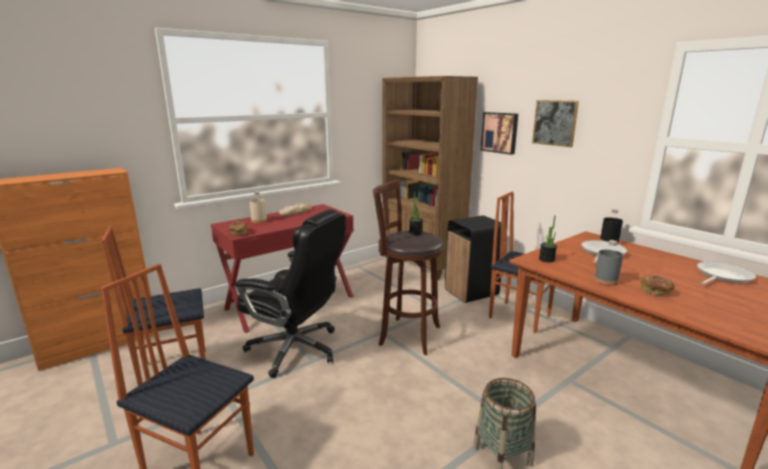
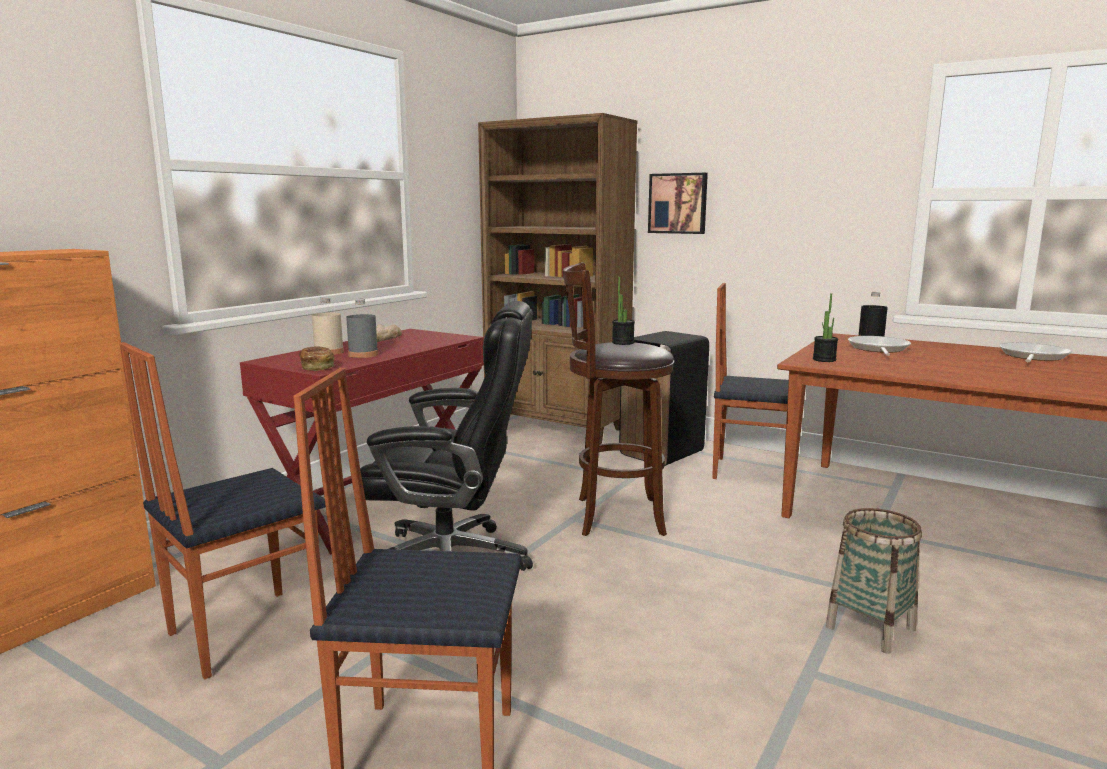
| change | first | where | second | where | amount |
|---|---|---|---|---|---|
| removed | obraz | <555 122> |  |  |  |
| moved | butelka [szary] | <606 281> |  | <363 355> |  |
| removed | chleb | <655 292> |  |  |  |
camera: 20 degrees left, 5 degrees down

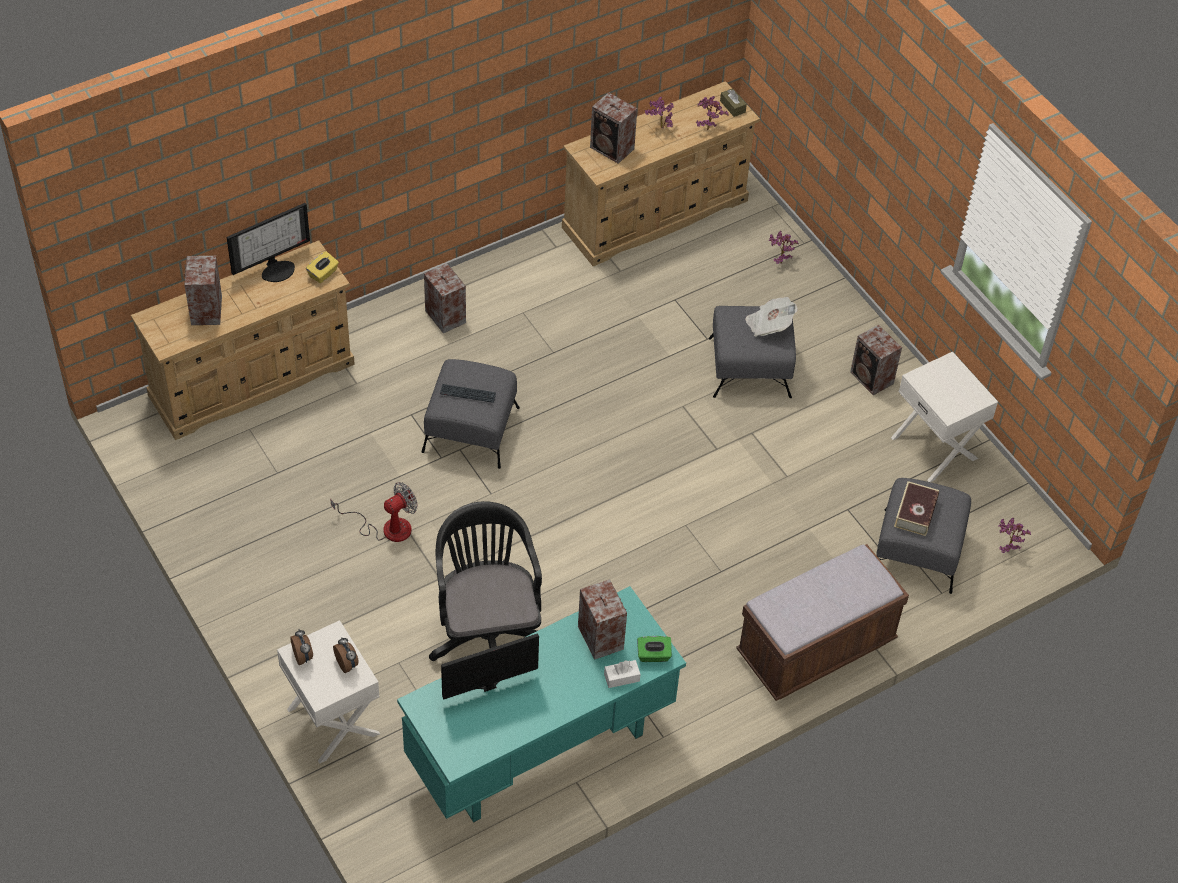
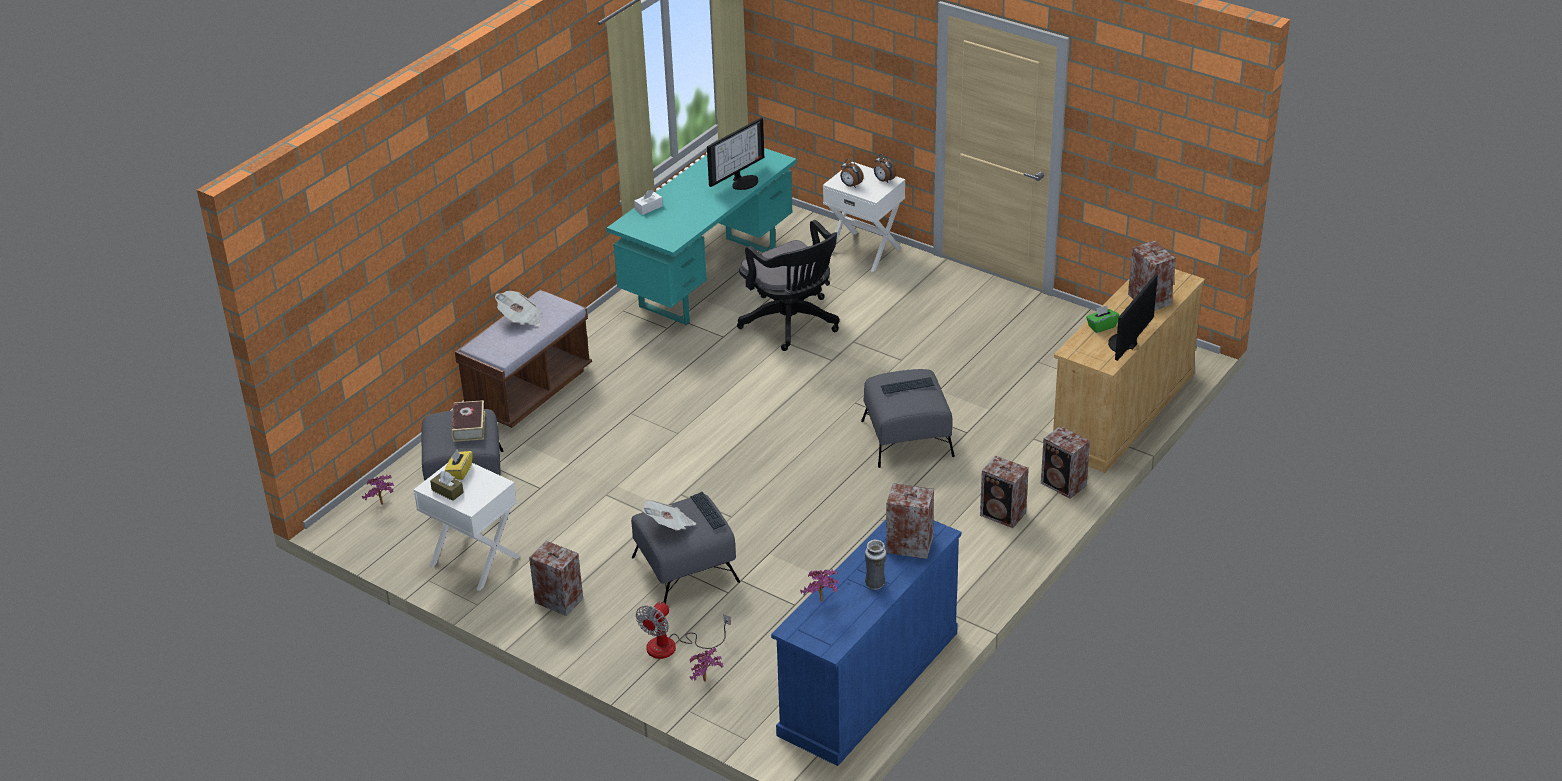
| change | first | where | second | where | amount |
|---|---|---|---|---|---|
| moved | pudełko chusteczek [żółty] | <323 274> |  | <460 471> |  |
| moved | wentylator | <386 528> |  | <672 646> |  |
| recoloured | komoda [beżowy] | <656 213> | komoda [niebieski] | <868 684> |  |
| moved | głośnik | <600 636> |  | <1064 485> |  |
| moved | pudełko chusteczek [zielony] | <653 655> |  | <1101 326> |  |
| replaced | roślina doniczkowa | <659 127> | wazon | <875 584> |  |
| moved | pudełko chusteczek [brązowy] | <732 106> |  | <447 491> |  |
| added |  |  | gazeta | <520 319> |  |
| added |  |  | klawiatura | <707 511> |  |
camera: 160 degrees right, 15 degrees down

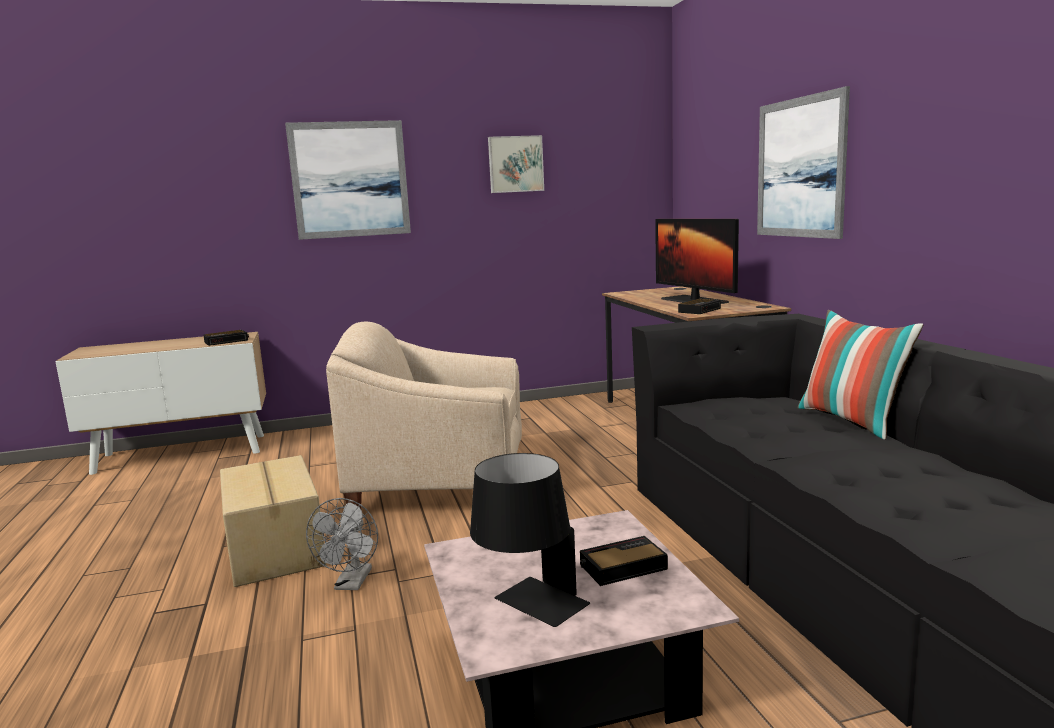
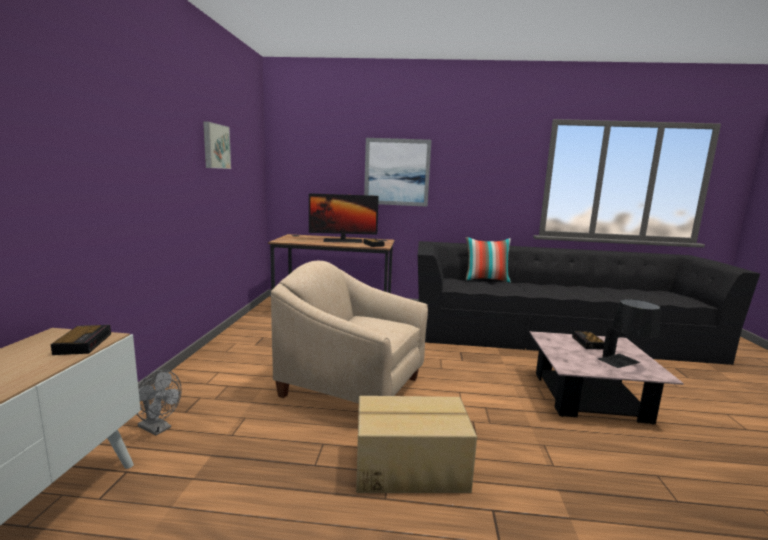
| change | first | where | second | where | amount |
|---|---|---|---|---|---|
| removed | obraz | <350 180> |  |  |  |
| moved | wentylator [szary] | <351 583> |  | <158 429> |  |
| turned | fotel [beżowy] | <439 485> |  | <352 386> | 90 degrees clockwise |
camera: 70 degrees left, 0 degrees up

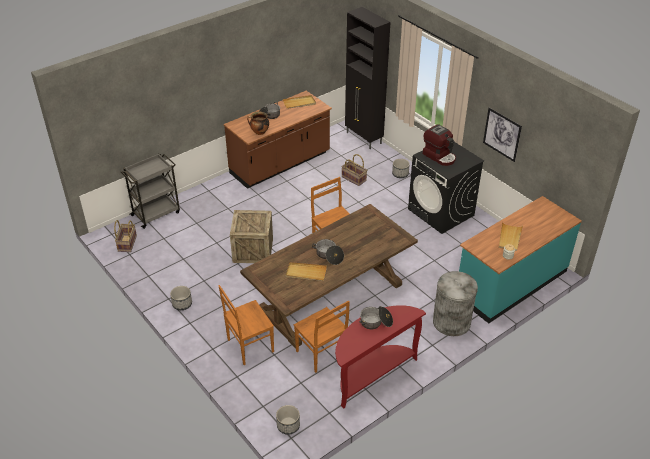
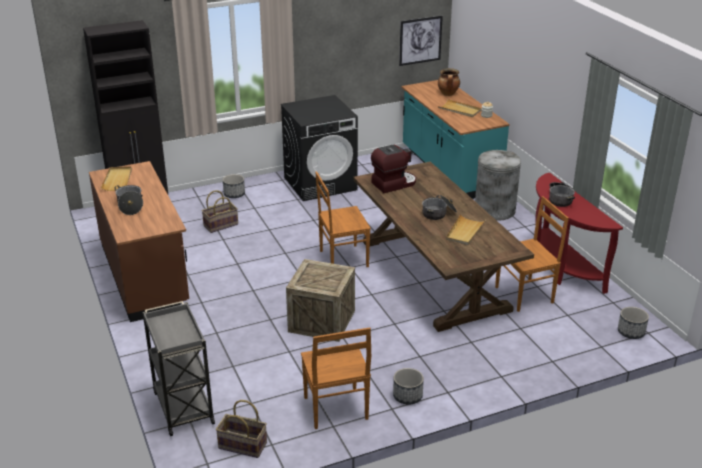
| change | first | where | second | where | amount |
|---|---|---|---|---|---|
| moved | krzesło [brązowy] | <249 346> |  | <336 409> |  |
| moved | garnek | <259 132> |  | <448 94> |  |
| moved | ekspres do kawy | <439 156> |  | <393 184> |  |
| moved | obraz | <502 134> |  | <420 40> |  |
camera: 75 degrees left, 10 degrees down

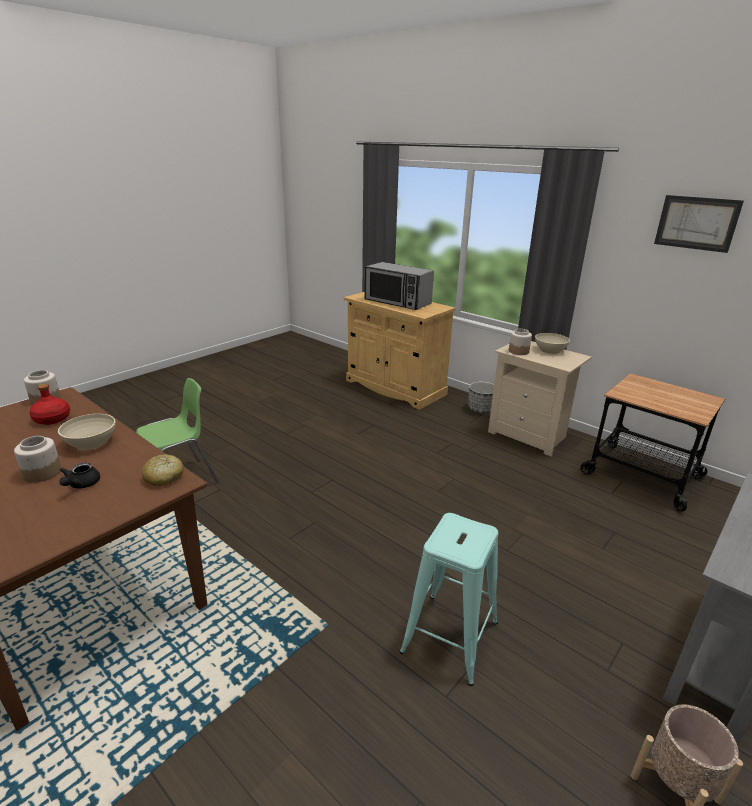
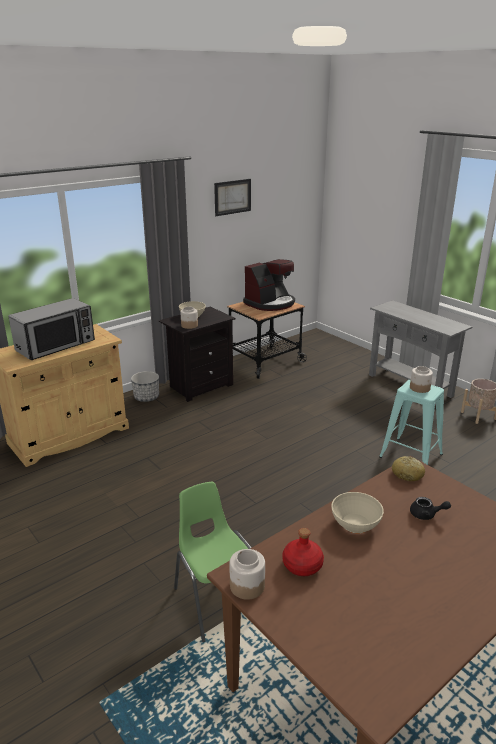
| change | first | where | second | where | amount |
|---|---|---|---|---|---|
| moved | słoik | <42 473> |  | <420 388> |  |
| recoloured | szafka nocna [beżowy] | <529 435> | szafka nocna [czarny] | <200 386> |  |
| added |  |  | ekspres do kawy | <270 303> |  |
camera: 80 degrees left, 0 degrees up

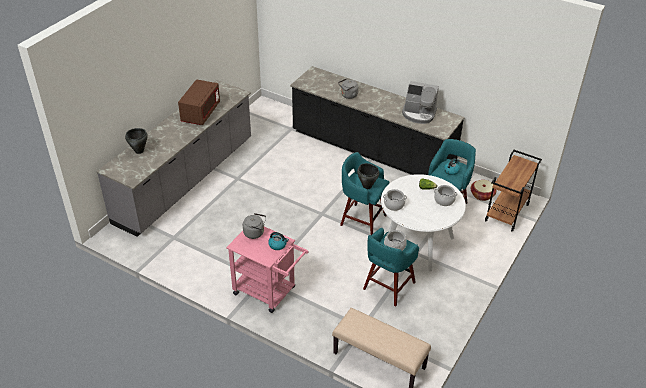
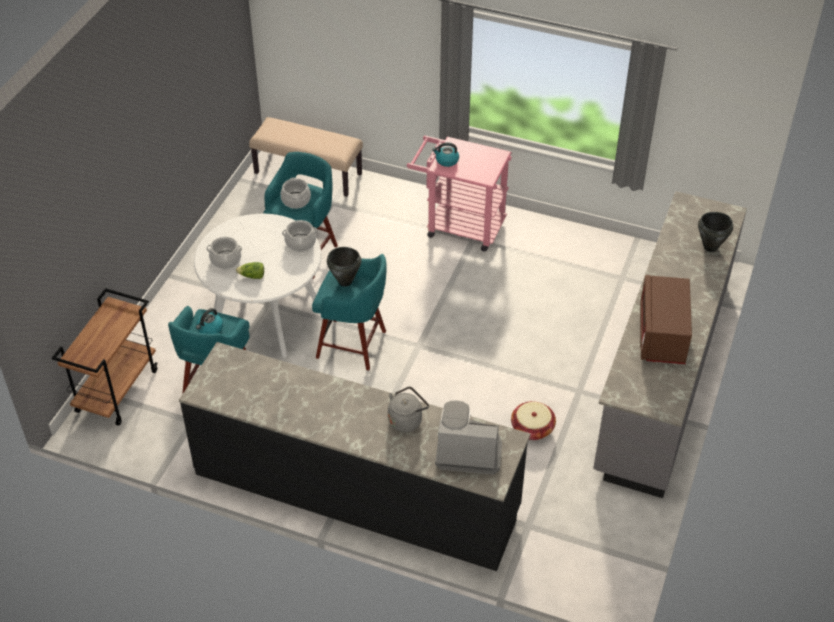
| change | first | where | second | where | amount |
|---|---|---|---|---|---|
| removed | czajnik [szary] | <255 233> |  |  |  |
| moved | ekspres do kawy | <419 114> |  | <468 451> |  |
| moved | koszyk | <482 195> |  | <532 428> |  |
camera: 170 degrees right, 5 degrees up

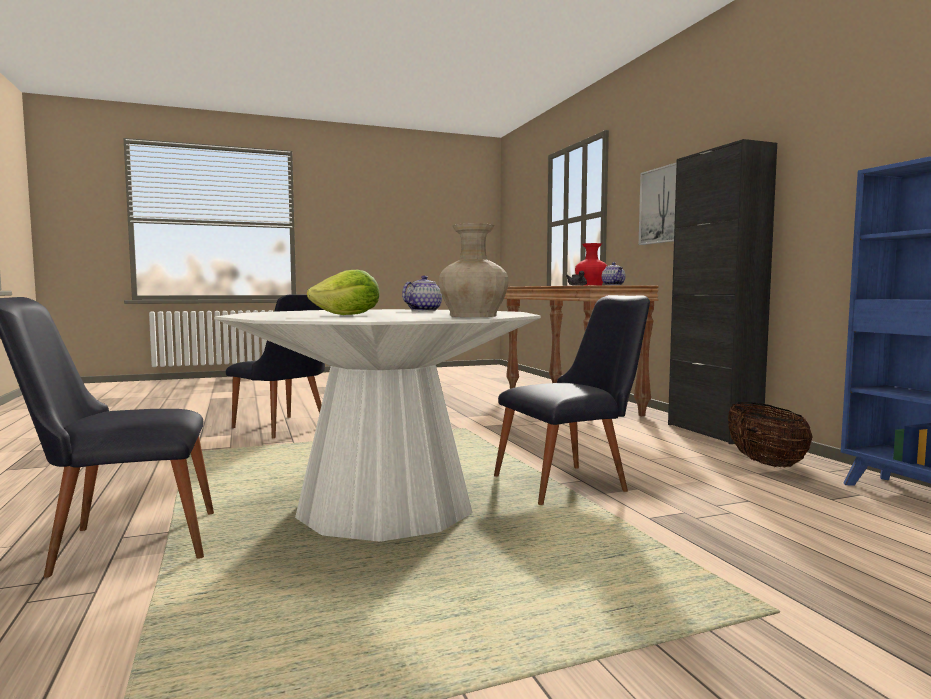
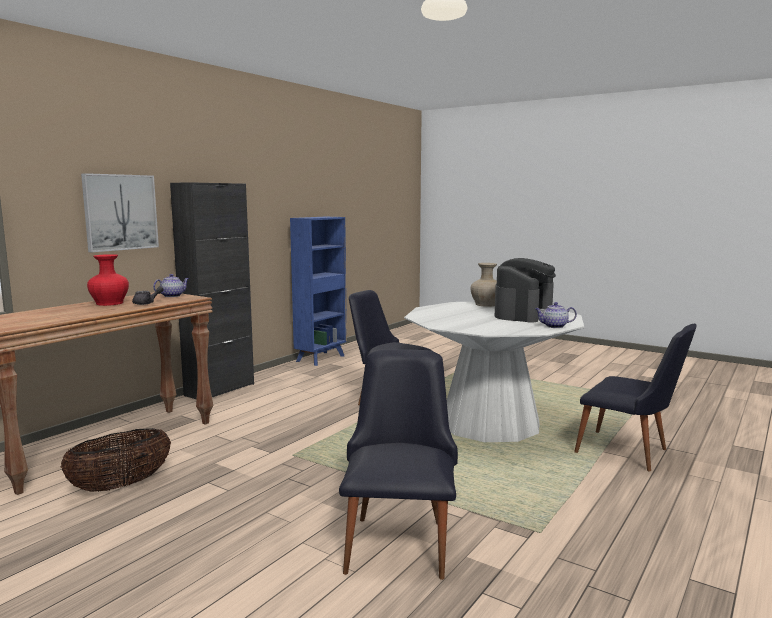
| change | first | where | second | where | amount |
|---|---|---|---|---|---|
| replaced | sałata | <348 315> | ekspres do kawy | <524 314> |  |
| moved | imbryk | <424 311> |  | <554 326> |  |
| moved | koszyk | <764 463> |  | <121 485> |  |
camera: 125 degrees left, 5 degrees up

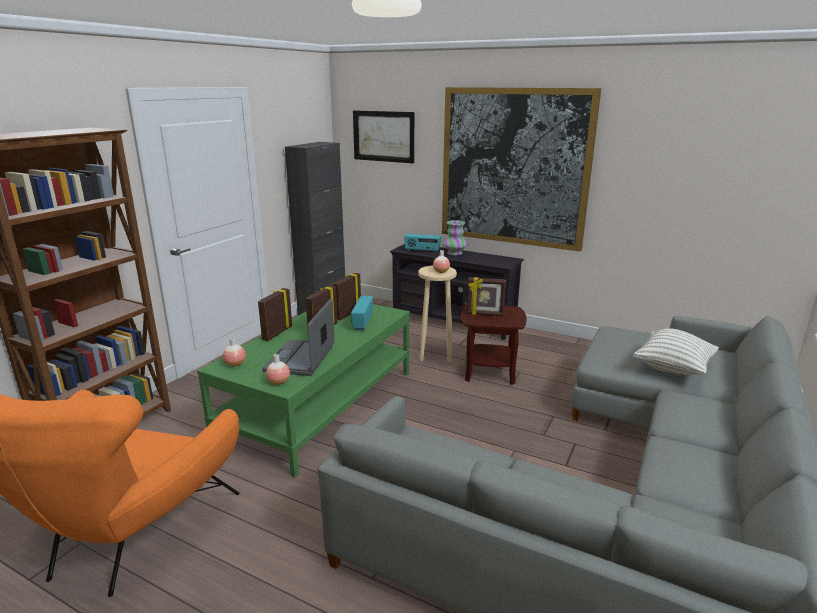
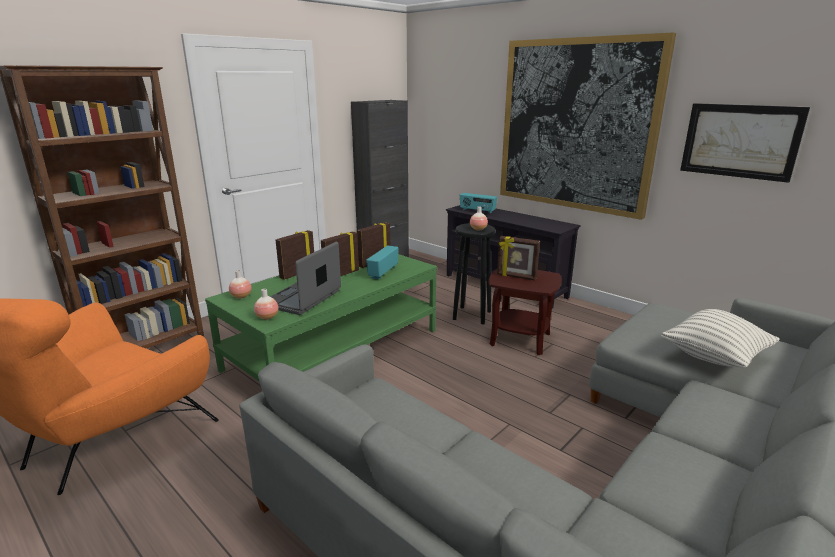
| change | first | where | second | where | amount |
|---|---|---|---|---|---|
| moved | obraz | <383 136> |  | <740 141> |  |
| recoloured | stołek [beżowy] | <436 354> | stołek [czarny] | <471 315> |  |
| removed | wazon | <455 253> |  |  |  |
camera: 15 degrees right, 0 degrees up

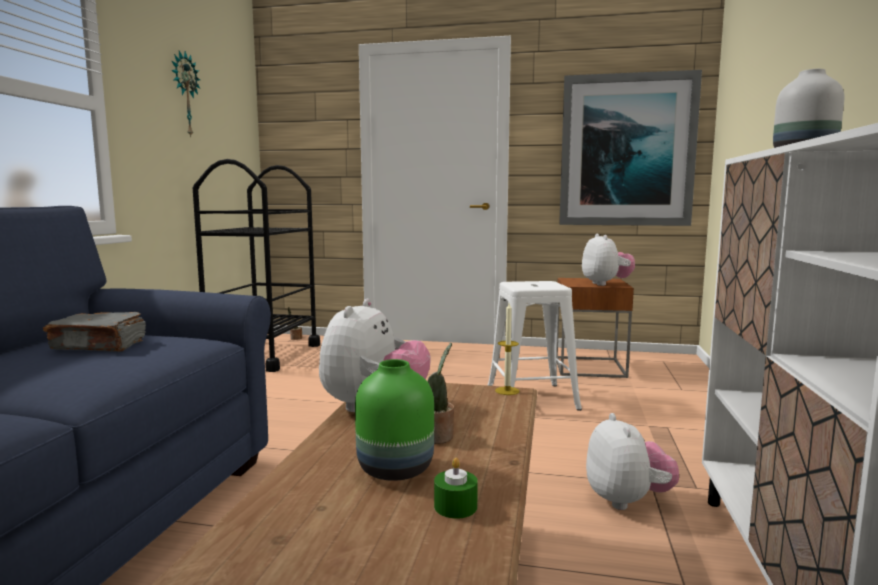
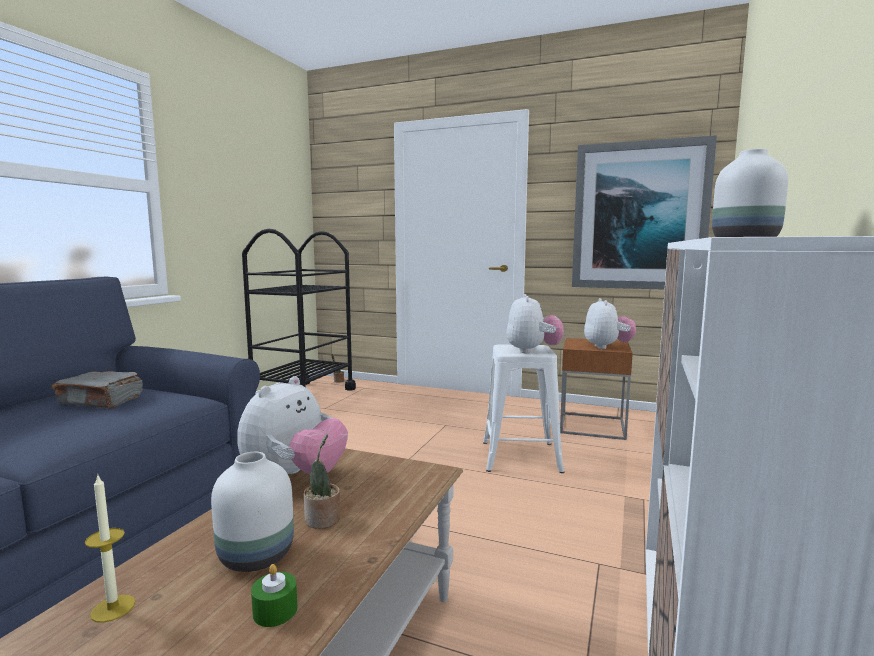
| change | first | where | second | where | amount |
|---|---|---|---|---|---|
| removed | zegar ścienny | <184 94> |  |  |  |
| recoloured | wazon [zielony] | <394 470> | wazon [biały] | <254 557> |  |
| moved | świeca | <507 391> |  | <113 608> |  |
| moved | pluszak | <627 500> |  | <532 351> |  |
camera: 10 degrees right, 0 degrees up

